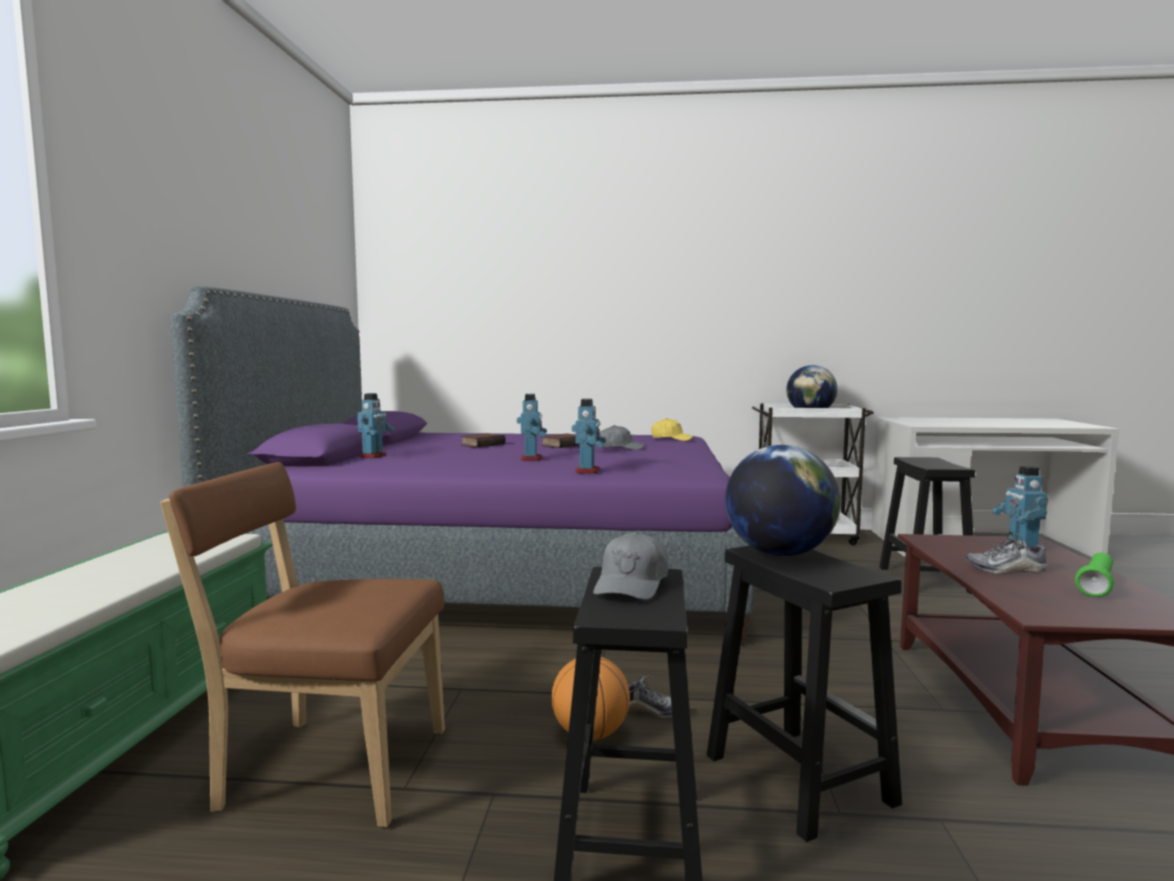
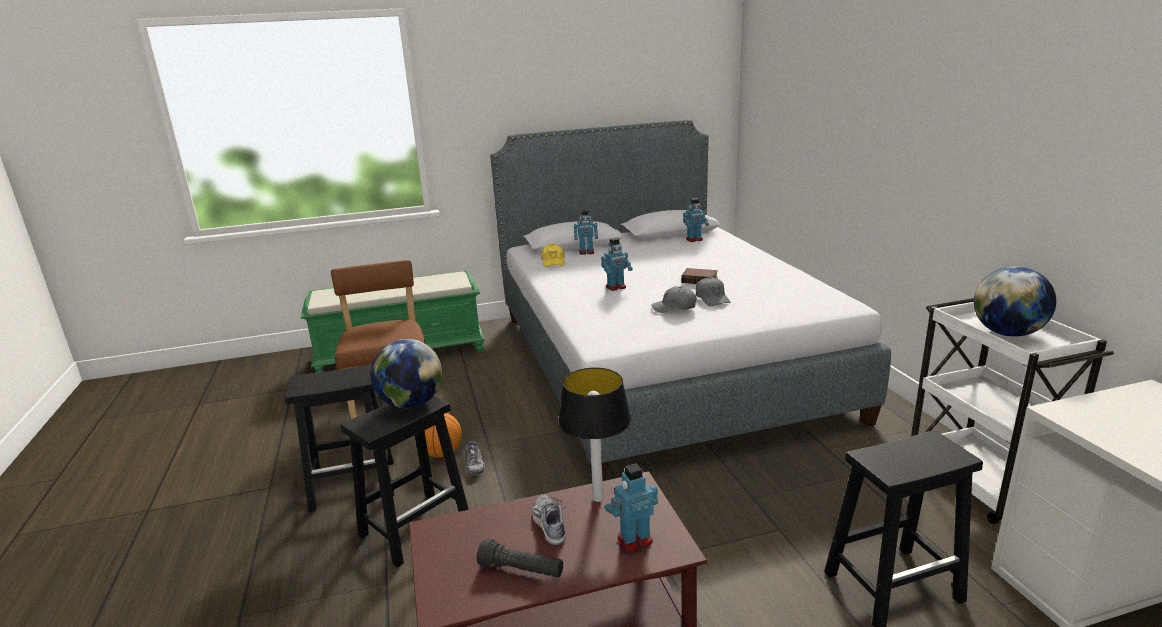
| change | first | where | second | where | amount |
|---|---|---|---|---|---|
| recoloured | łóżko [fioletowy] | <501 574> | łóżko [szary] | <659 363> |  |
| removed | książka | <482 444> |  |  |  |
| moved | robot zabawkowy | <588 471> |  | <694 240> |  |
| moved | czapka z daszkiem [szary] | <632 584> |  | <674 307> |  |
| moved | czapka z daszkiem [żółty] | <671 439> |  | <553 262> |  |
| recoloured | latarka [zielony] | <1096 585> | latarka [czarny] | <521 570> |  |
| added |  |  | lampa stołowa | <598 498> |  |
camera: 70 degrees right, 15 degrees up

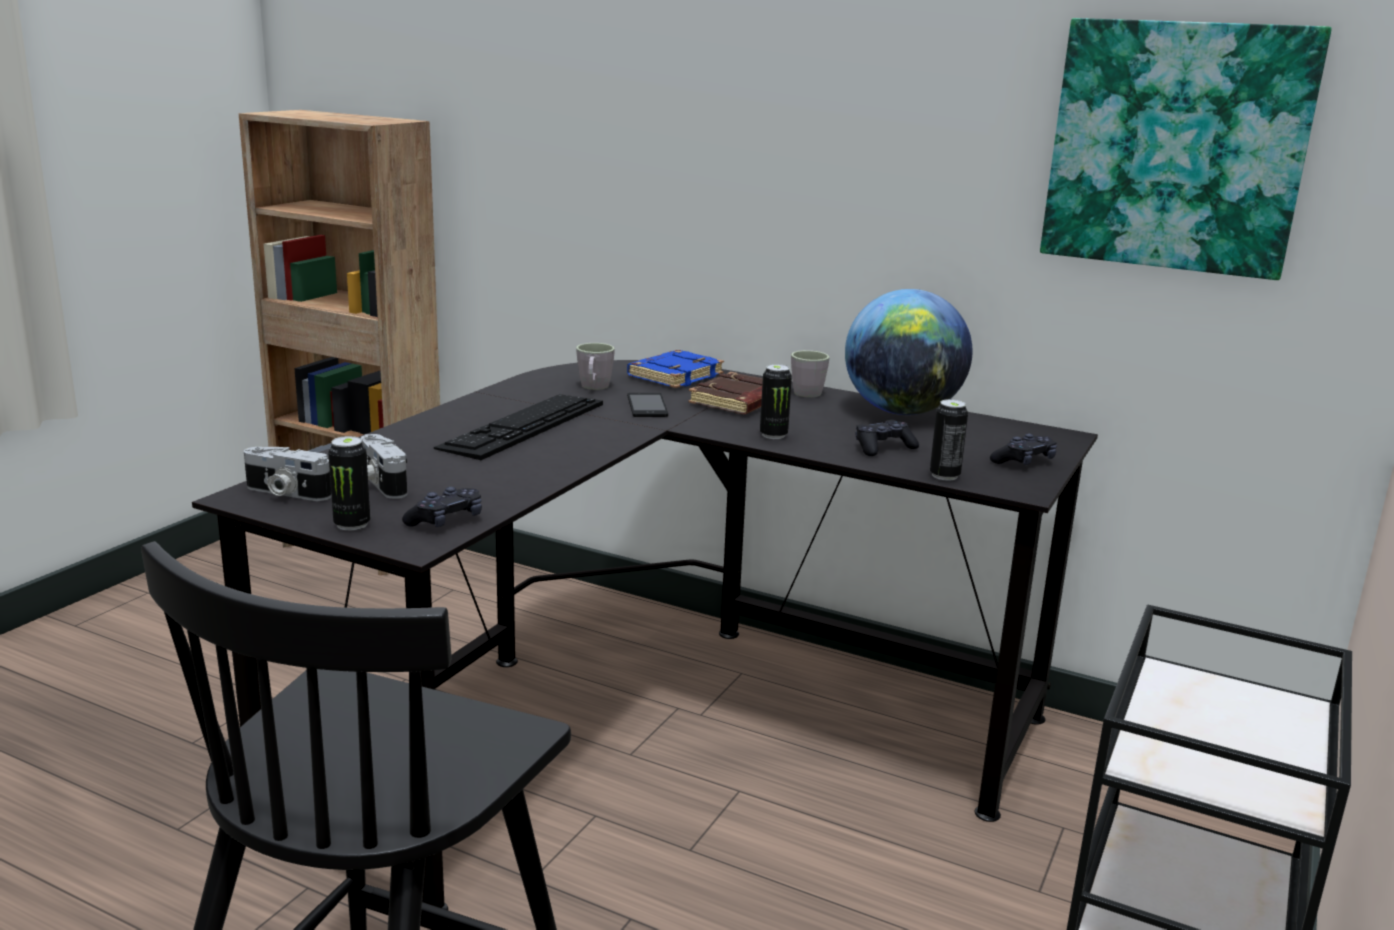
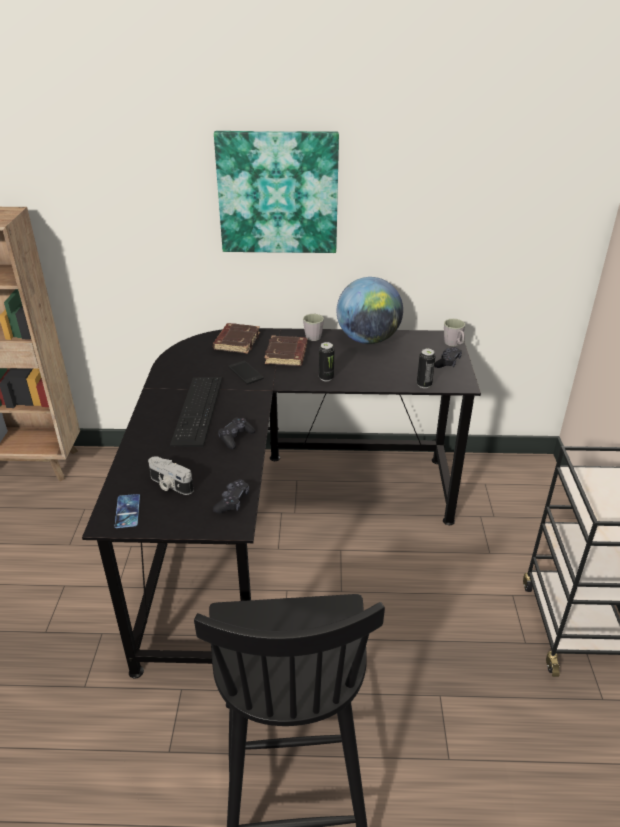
| change | first | where | second | where | amount |
|---|---|---|---|---|---|
| replaced | aparat fotograficzny | <285 493> | telefon | <127 511> |  |
| removed | puszka | <352 524> |  |  |  |
| moved | kubek [szary] | <594 387> |  | <454 344> |  |
| recoloured | książka [niebieski] | <675 375> | książka [brązowy] | <236 341> |  |
| moved | pad do gier [czarny] | <883 448> |  | <236 437> |  |
| moved | obraz | <1176 147> |  | <278 193> |  |
camera: 25 degrees left, 15 degrees up

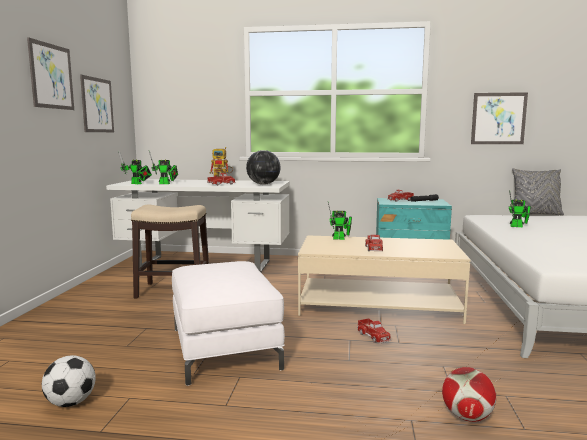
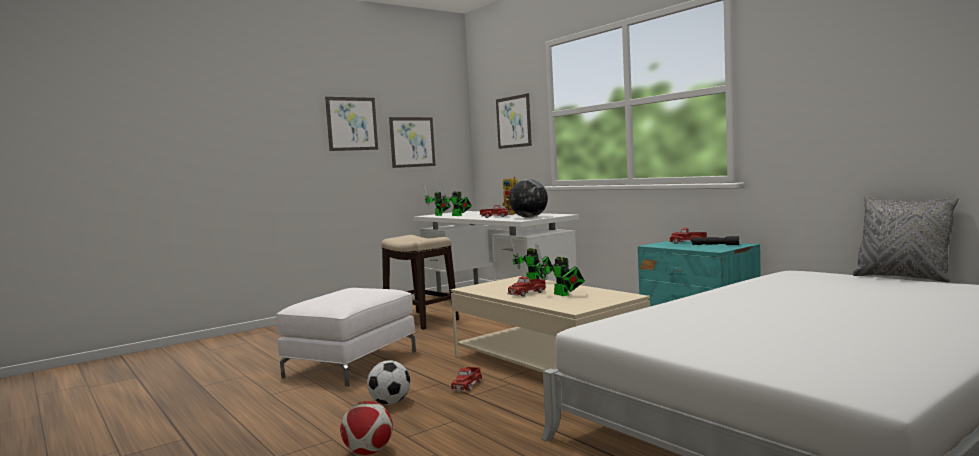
| change | first | where | second | where | amount |
|---|---|---|---|---|---|
| moved | piłka futbolowa | <71 402> |  | <390 402> |  |
| moved | obraz | <498 118> |  | <513 122> |  |
| moved | robot zabawkowy | <518 226> |  | <563 295> |  |
camera: 45 degrees right, 5 degrees down

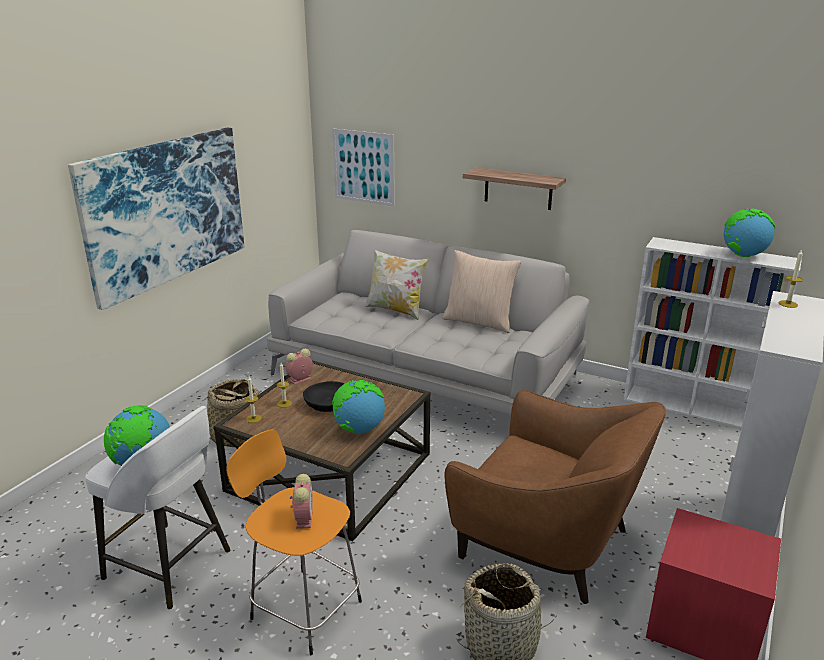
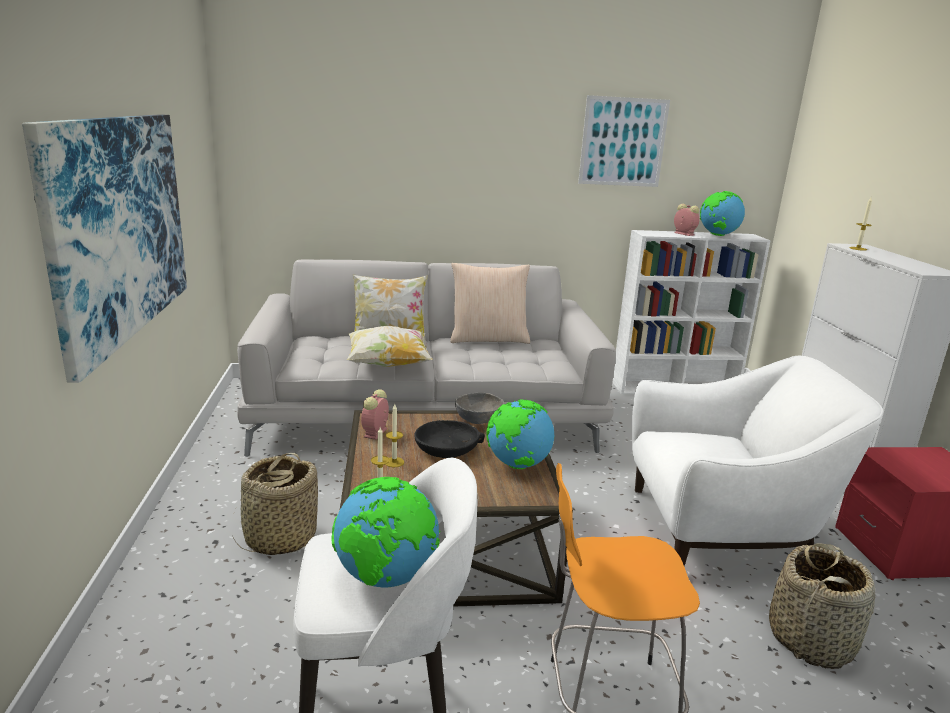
| change | first | where | second | where | amount |
|---|---|---|---|---|---|
| moved | budzik | <303 518> |  | <683 234> |  |
| moved | obraz | <363 167> |  | <623 142> |  |
| recoloured | fotel [brązowy] | <547 542> | fotel [biały] | <722 530> |  |
| removed | półka | <518 189> |  |  |  |
| added |  |  | poduszka | <388 365> |  |
| added |  |  | miska [szary] | <478 419> |  |
camera: 35 degrees left, 5 degrees down

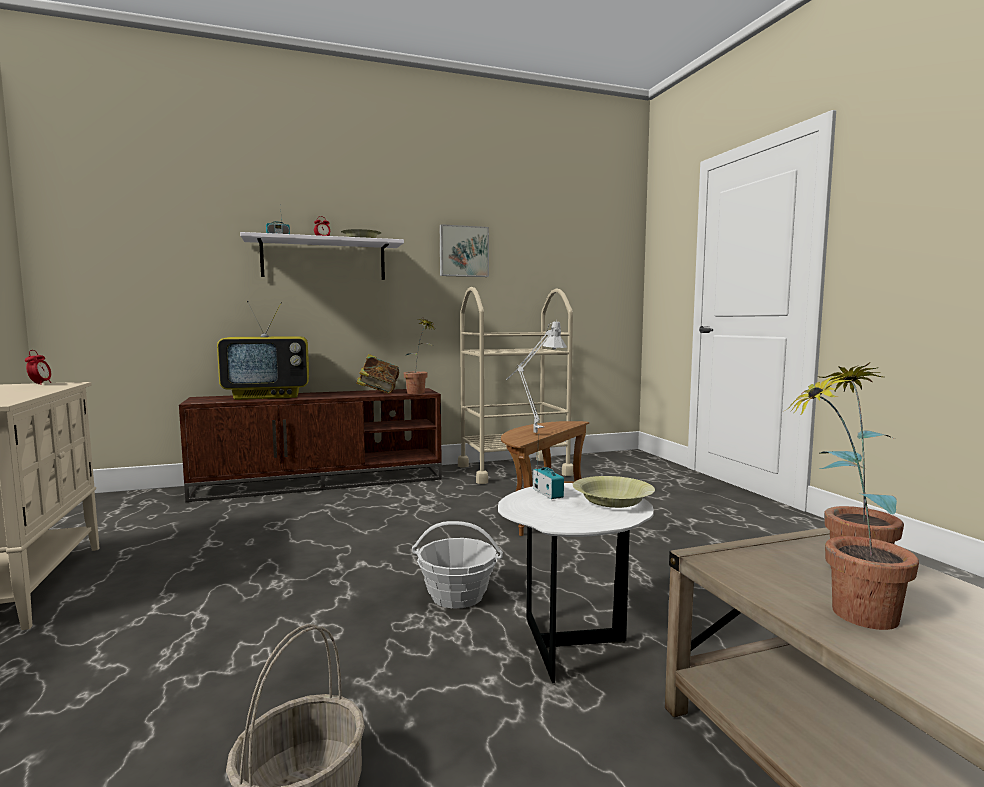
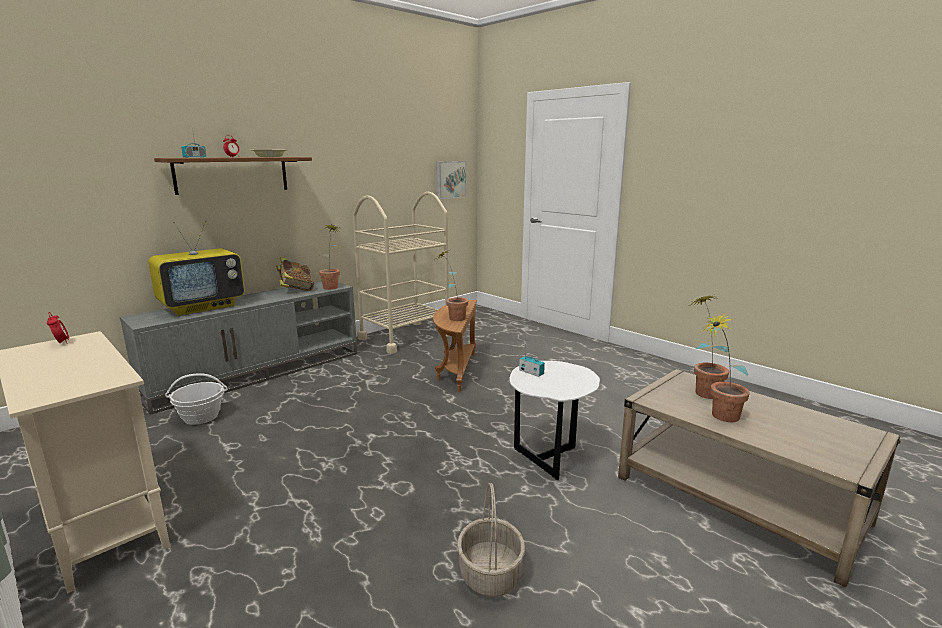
| change | first | where | second | where | amount |
|---|---|---|---|---|---|
| recoloured | szafka pod telewizor [brązowy] | <322 482> | szafka pod telewizor [szary] | <258 372> |  |
| recoloured | półka [biały] | <324 260> | półka [brązowy] | <232 174> |  |
| moved | koszyk | <457 596> |  | <201 417> |  |
| moved | obraz | <463 251> |  | <450 179> |  |
| replaced | lampa stołowa [szary] | <531 433> | roślina doniczkowa | <453 317> |  |
| removed | miska [żółty] | <612 501> |  |  |  |
camera: 25 degrees left, 10 degrees up

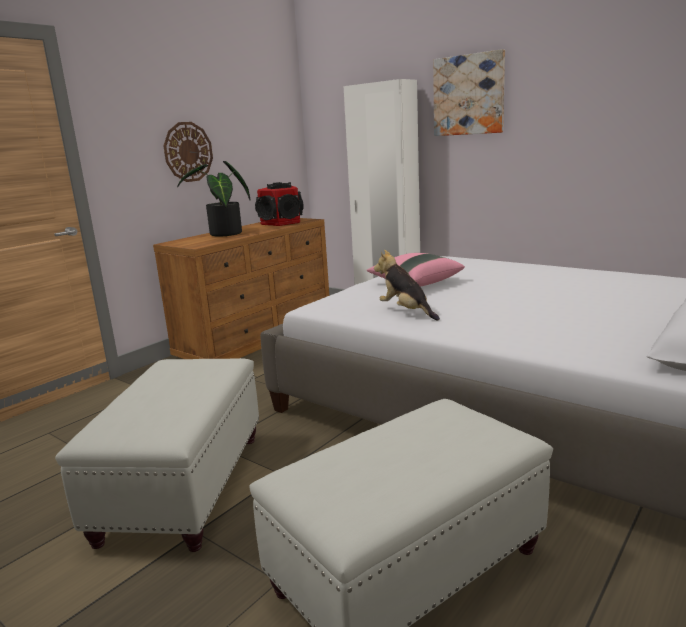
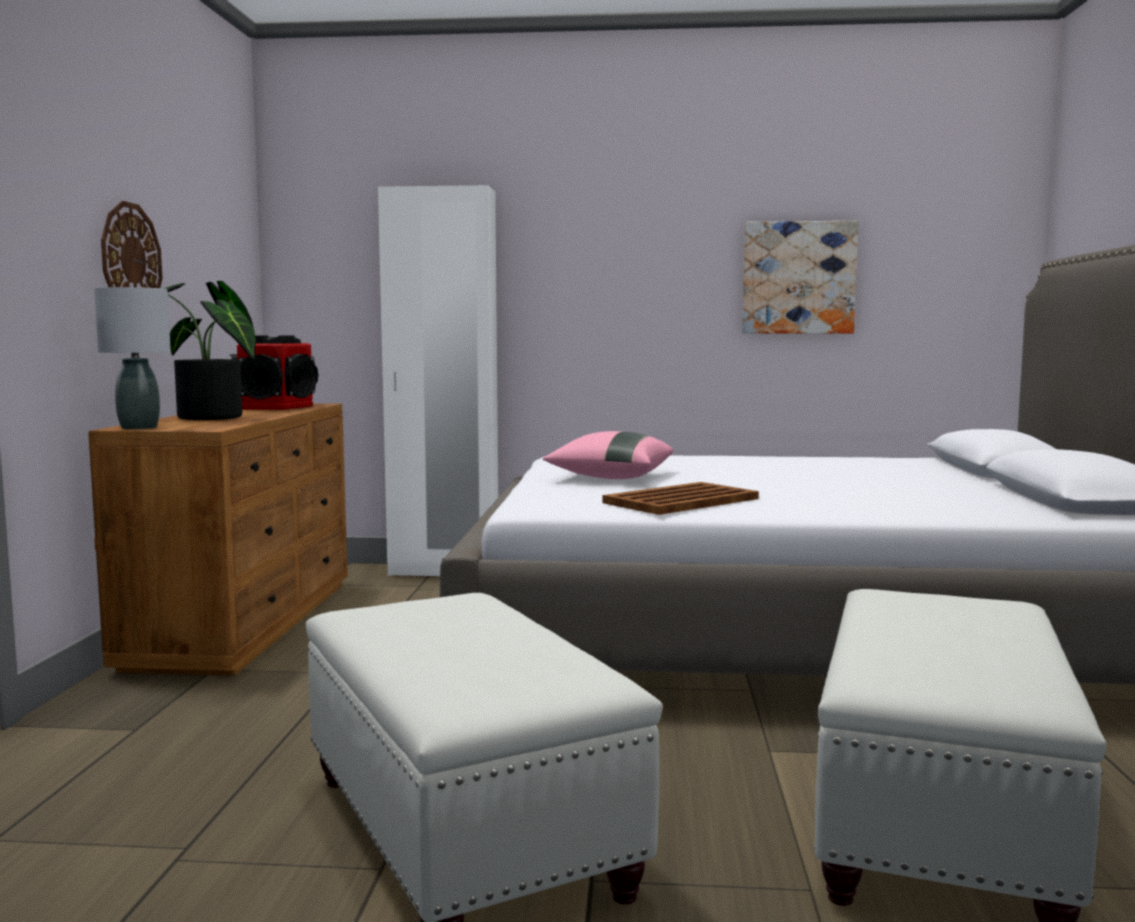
| change | first | where | second | where | amount |
|---|---|---|---|---|---|
| replaced | pluszak | <406 312> | taca [brązowy] | <682 500> |  |
| moved | obraz | <469 95> |  | <798 278> |  |
| added |  |  | lampa stołowa [szary] | <140 428> |  |
camera: 35 degrees left, 10 degrees down

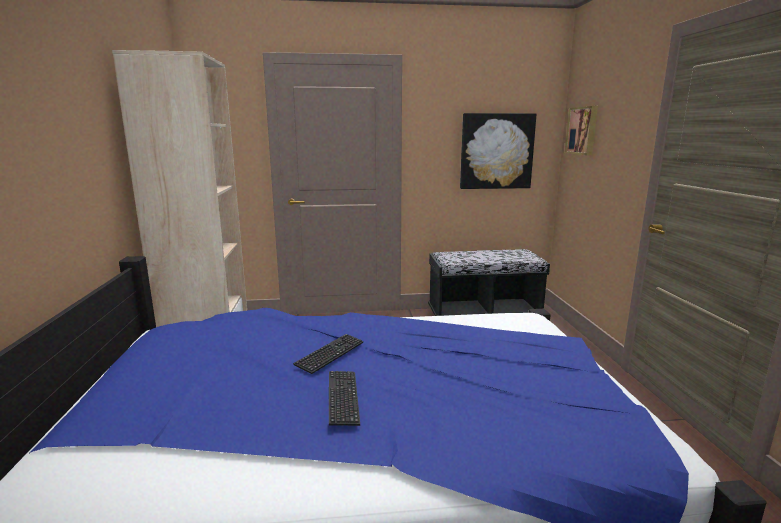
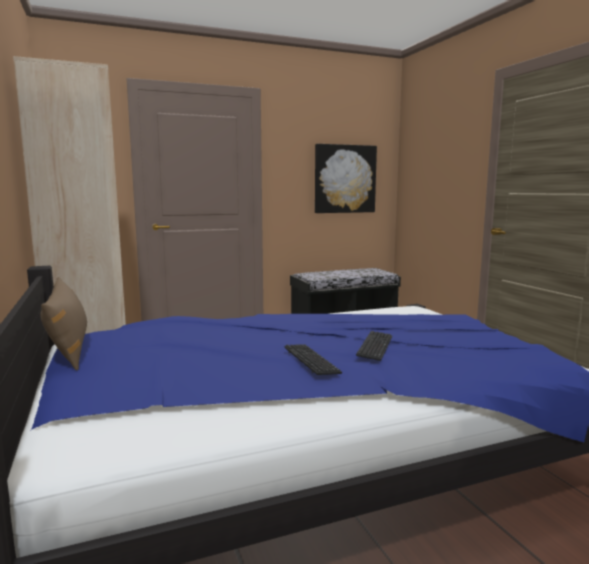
| change | first | where | second | where | amount |
|---|---|---|---|---|---|
| moved | klawiatura | <330 354> |  | <375 347> |  |
| removed | obraz | <582 130> |  |  |  |
| added |  |  | poduszka [brązowy] | <69 349> |  |
camera: 15 degrees left, 5 degrees down

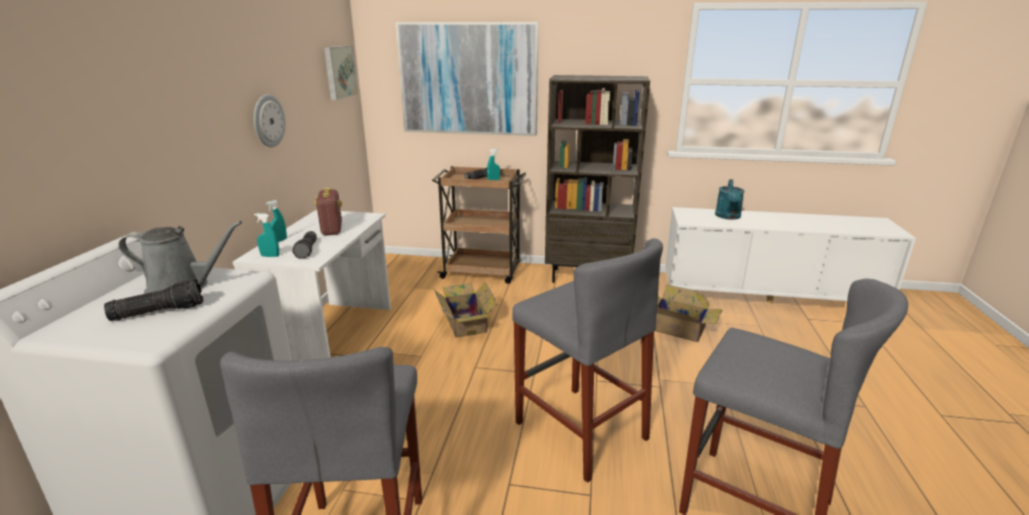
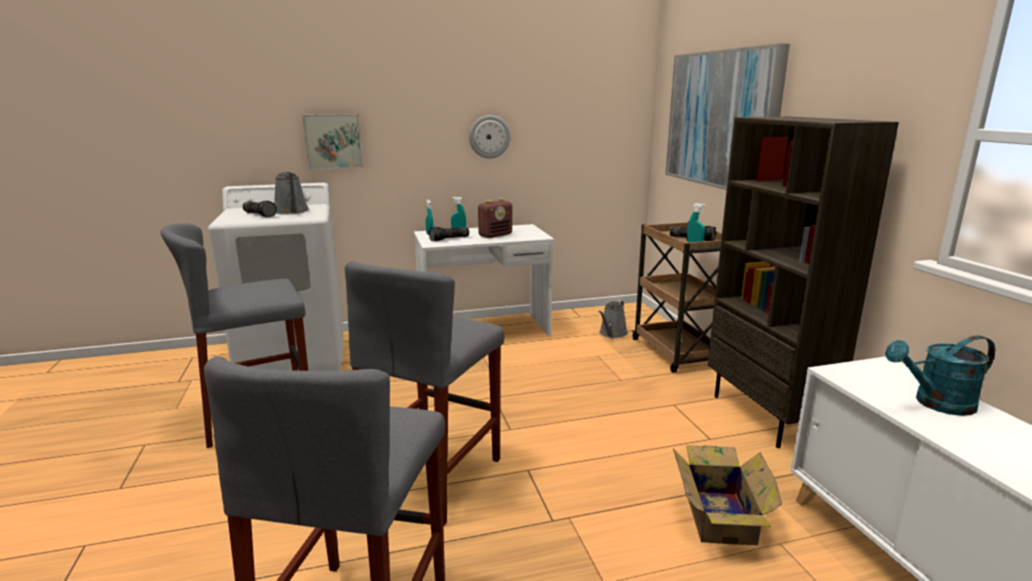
| change | first | where | second | where | amount |
|---|---|---|---|---|---|
| moved | obraz | <338 72> |  | <333 141> |  |
| removed | karton | <466 322> |  |  |  |
| added |  |  | konewka [szary] | <612 334> |  |
camera: 65 degrees right, 5 degrees down

